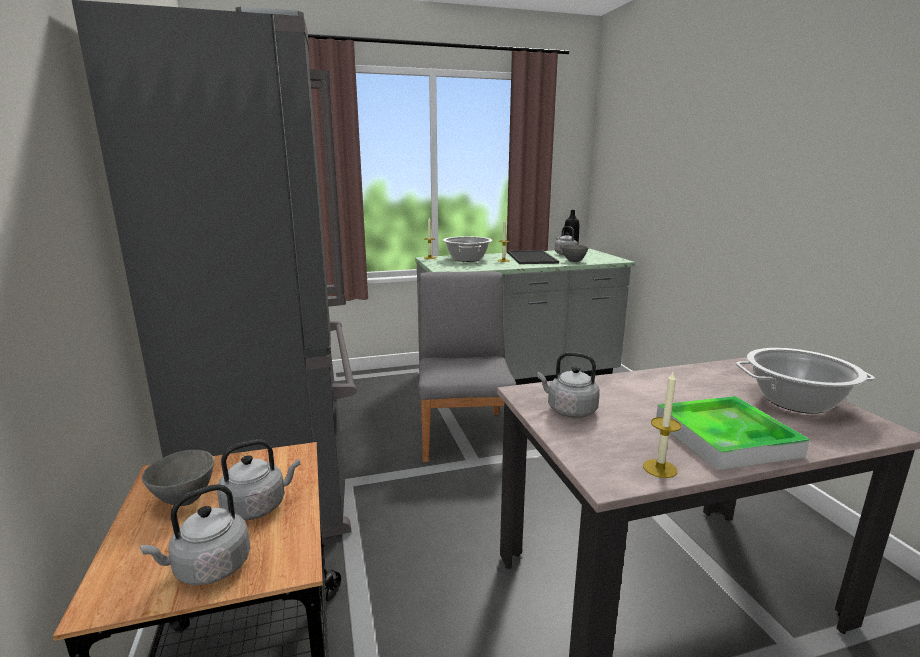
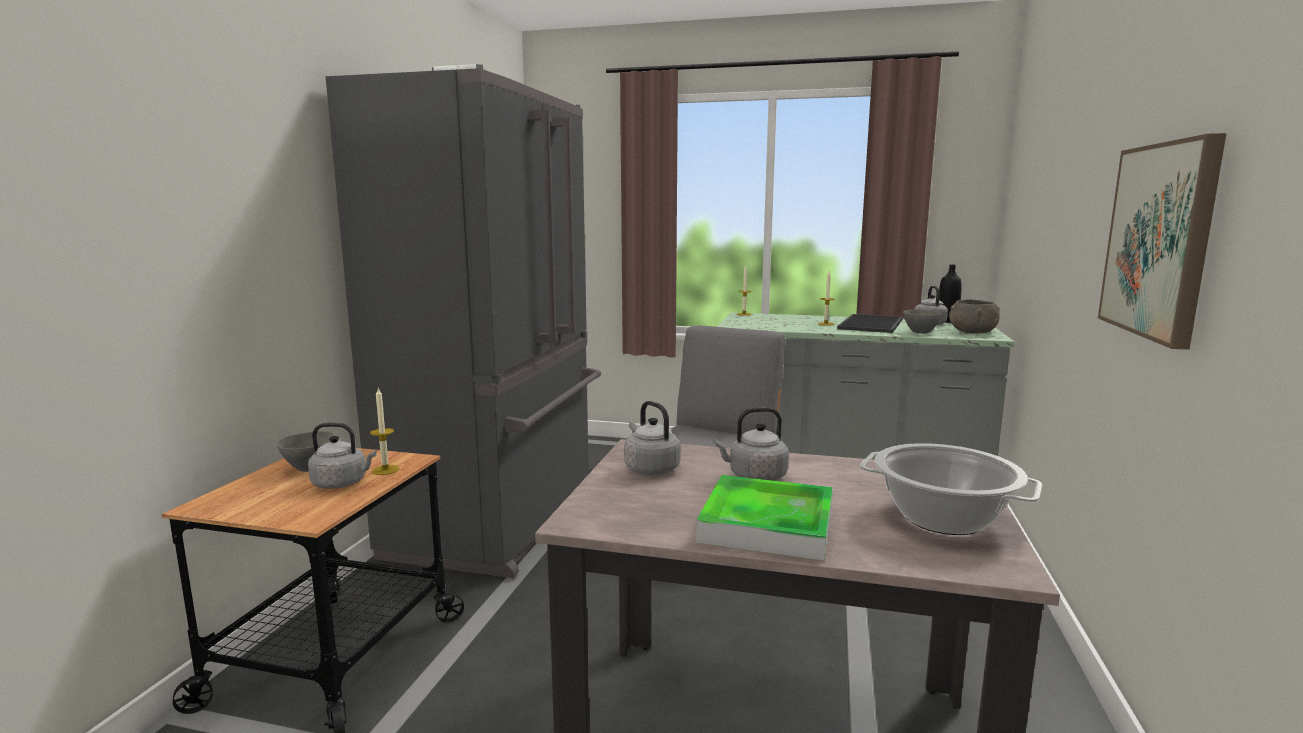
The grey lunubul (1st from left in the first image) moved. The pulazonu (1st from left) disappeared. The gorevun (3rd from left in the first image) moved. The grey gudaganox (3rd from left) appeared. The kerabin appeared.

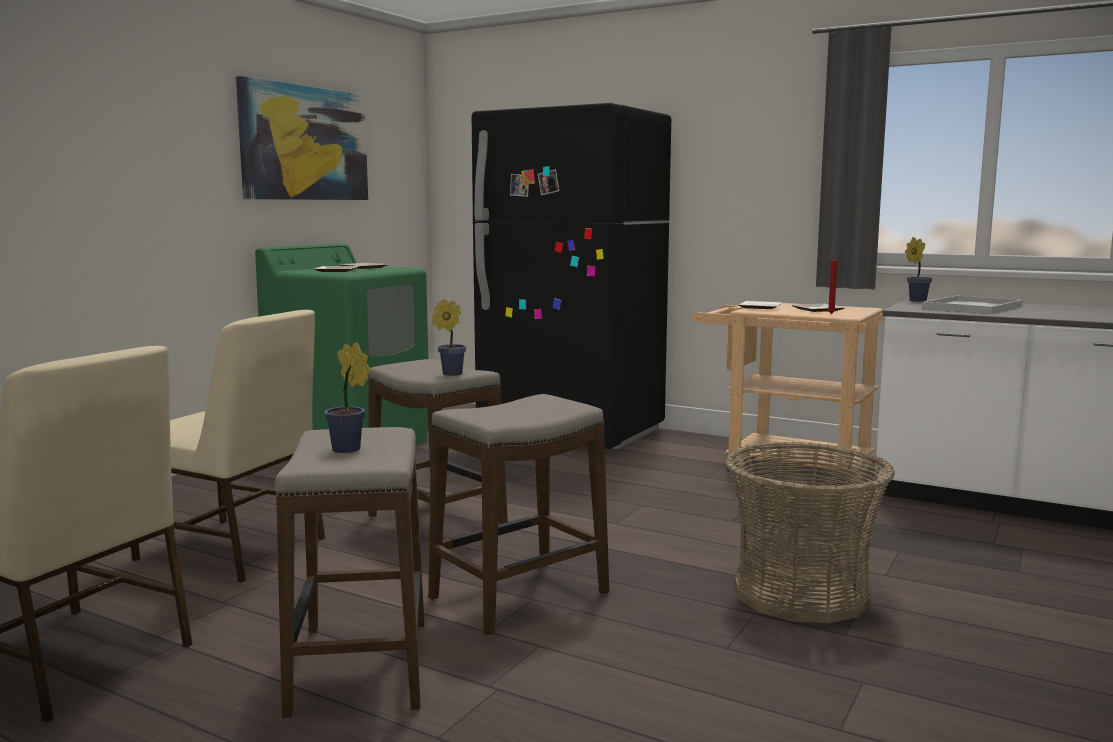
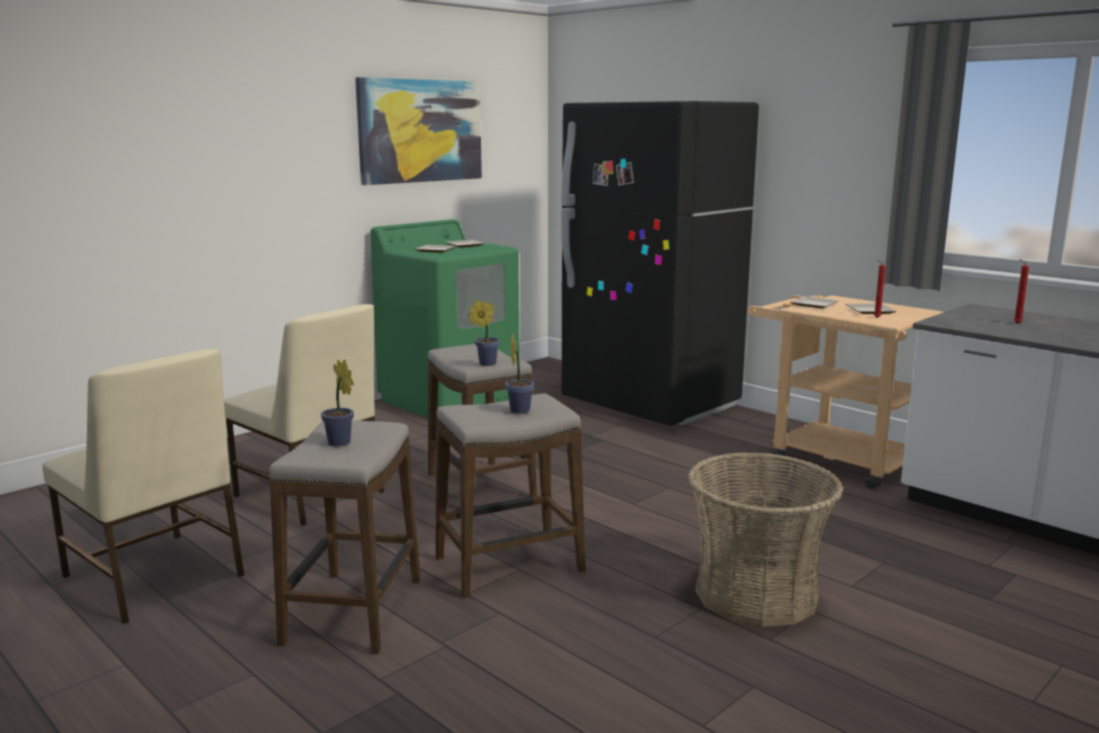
The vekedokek (3rd from left) moved. The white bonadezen was replaced by the red gorevun (2nd from left).

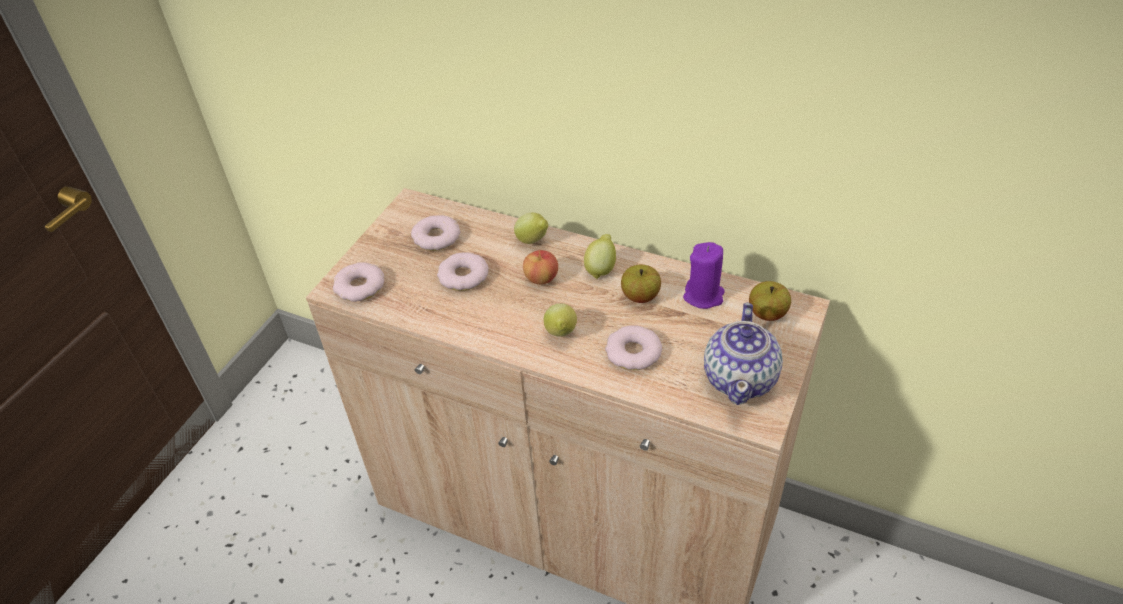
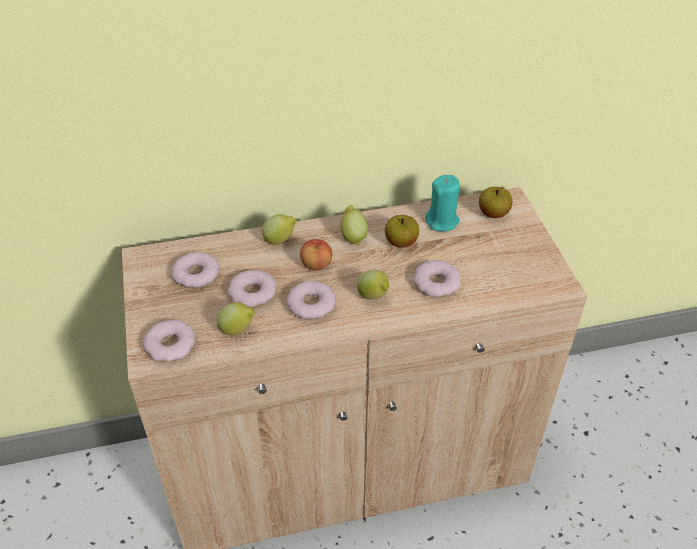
The purple gorevun became the turquoise gorevun. The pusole disappeared. The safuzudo (1st from left) appeared. The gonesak (4th from left) appeared.

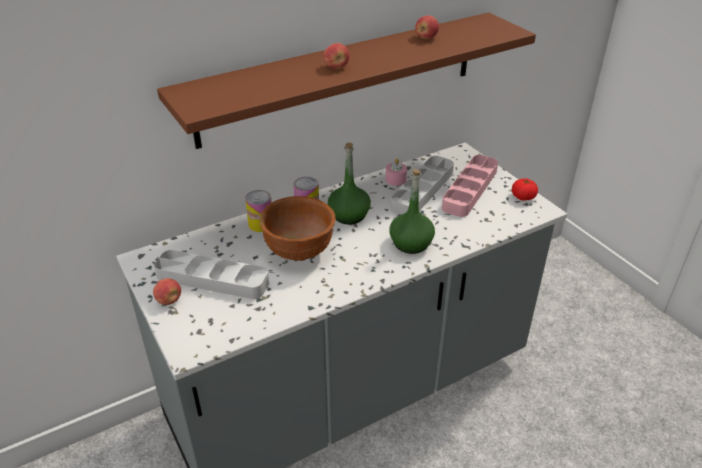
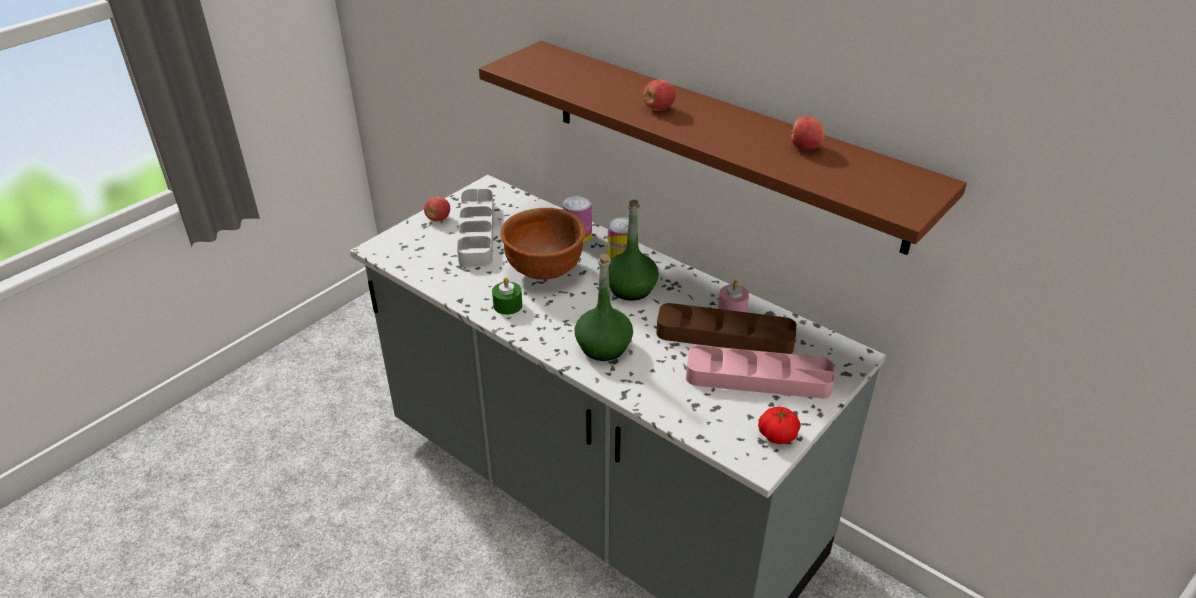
The grey bonadezen (2nd from left) became the brown bonadezen. The green gorevun appeared.

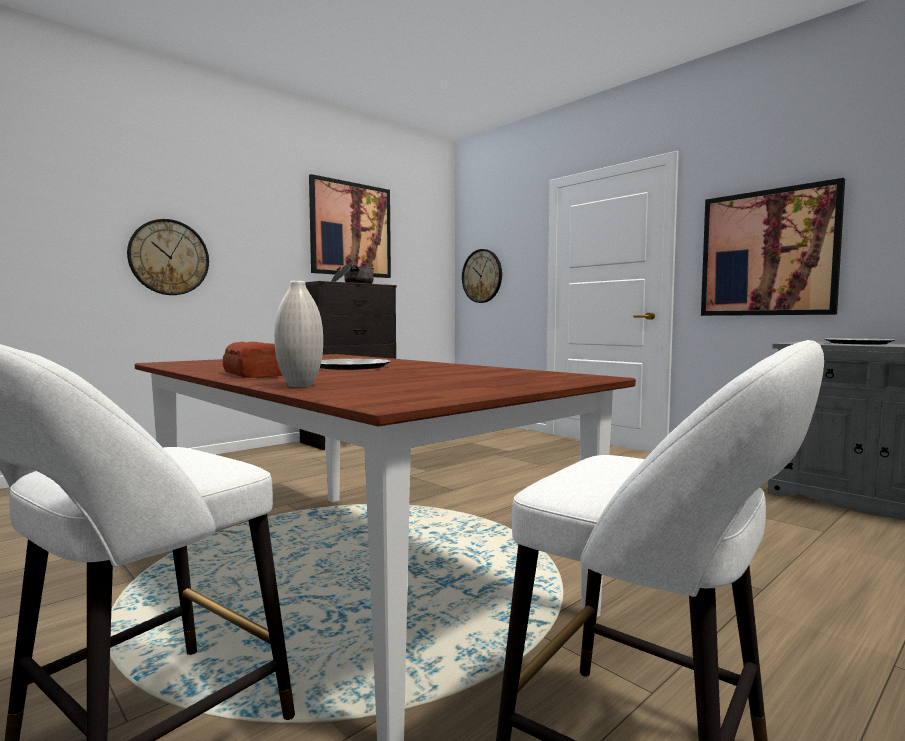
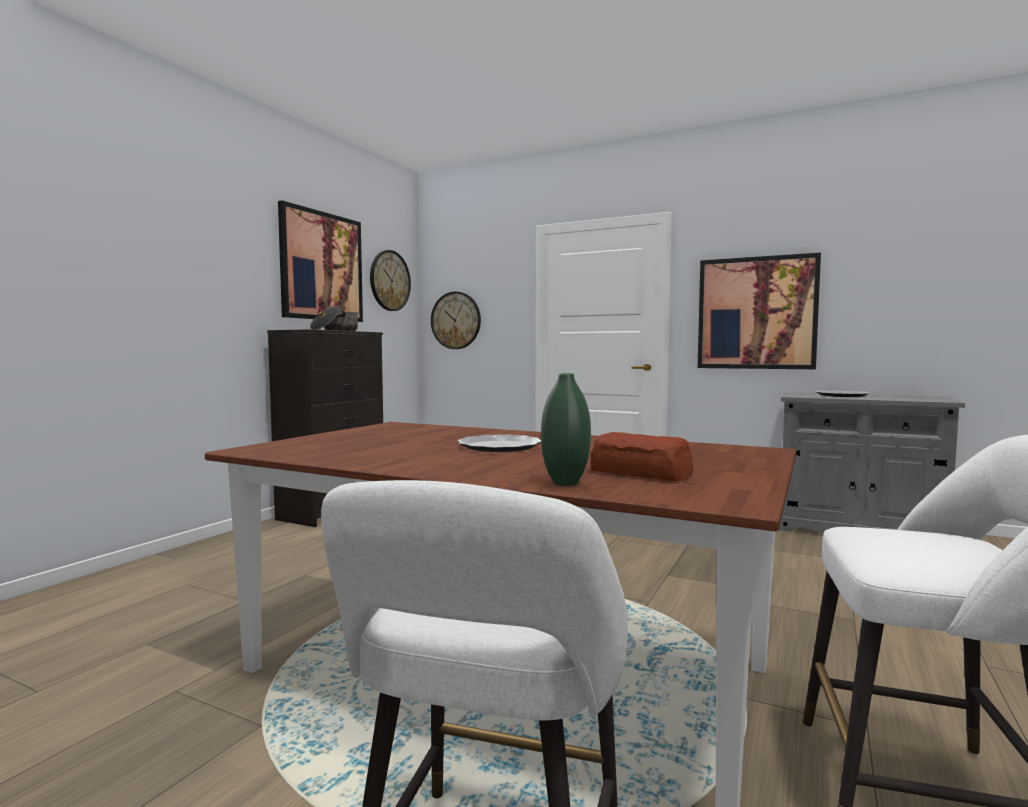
The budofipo (1st from left) moved. The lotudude moved. The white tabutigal became the green tabutigal.

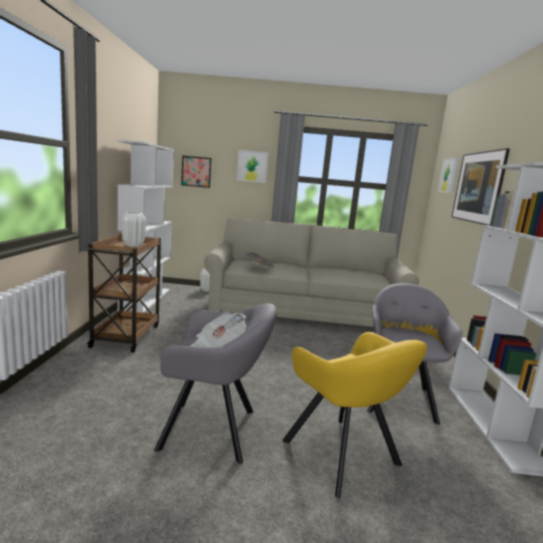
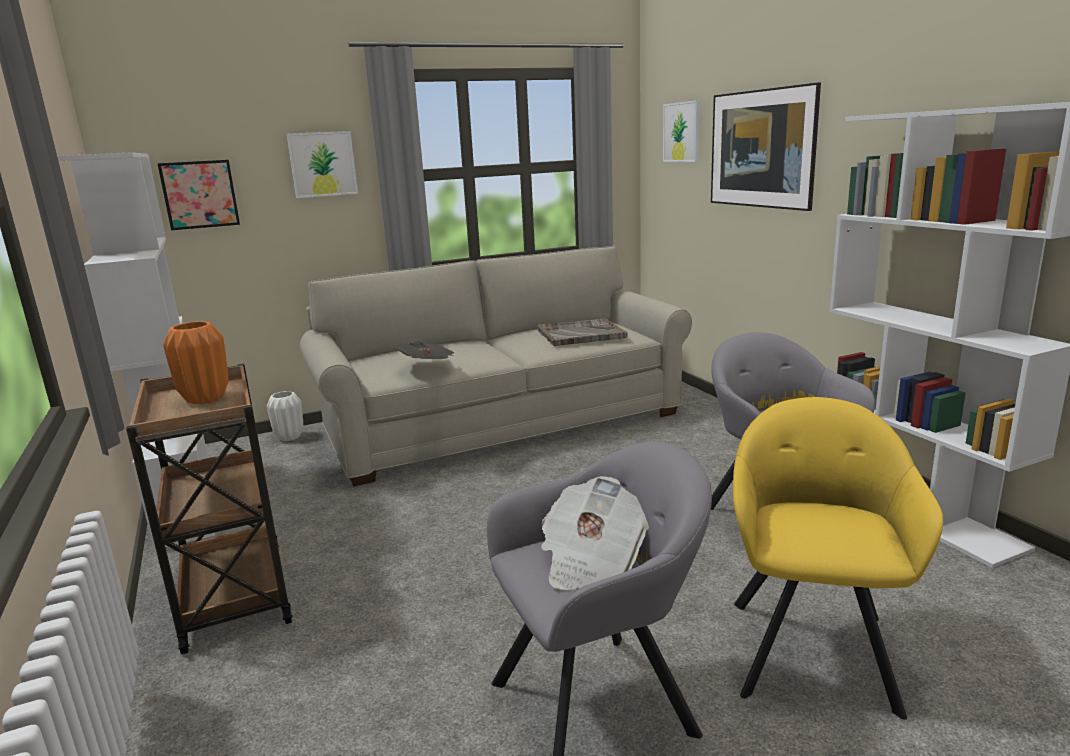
The white tabutigal (1st from left) became the orange tabutigal. The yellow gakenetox turned 105 degrees counterclockwise. The grey bonadezen appeared.

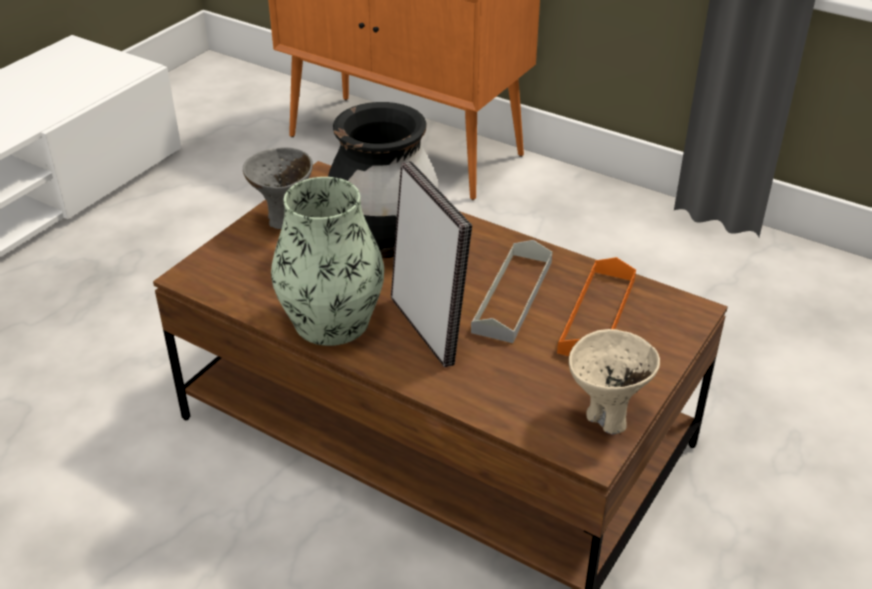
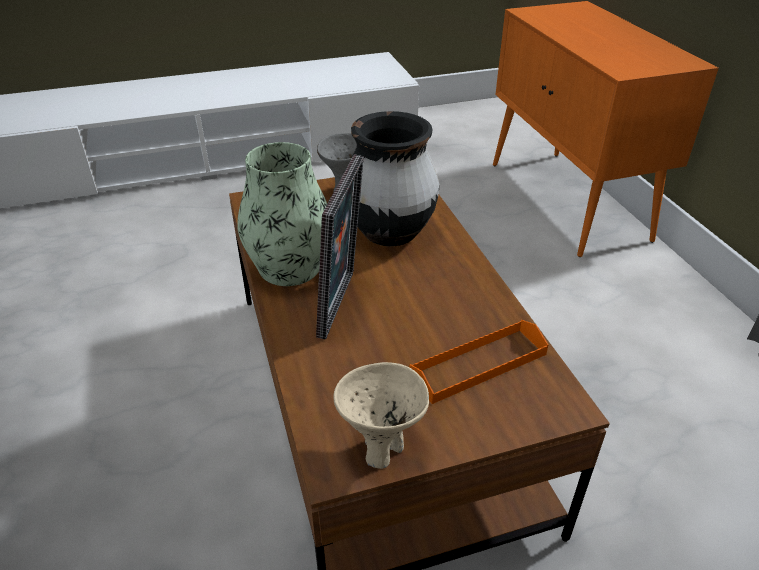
The grey bonadezen disappeared.

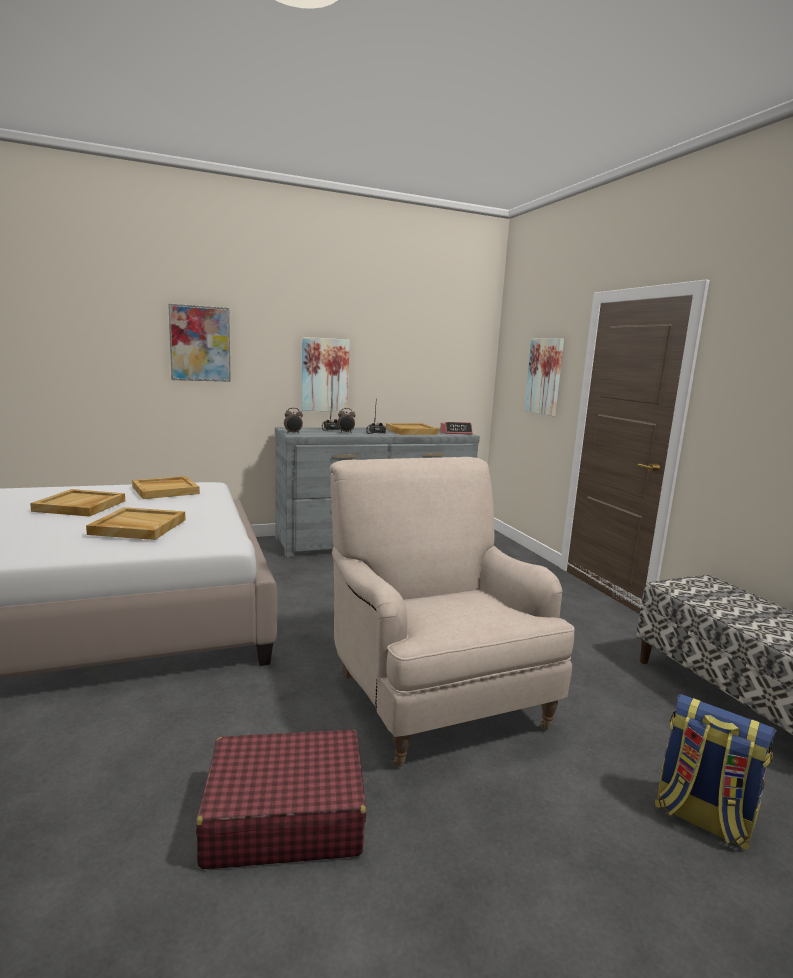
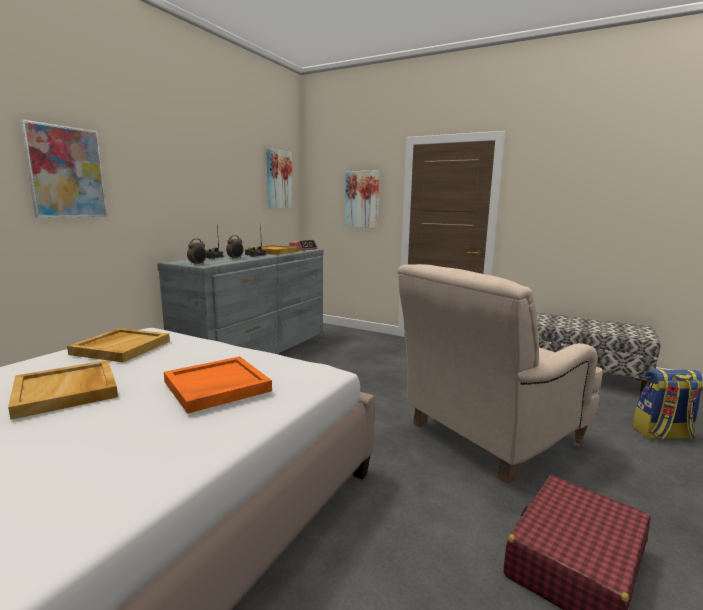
The beige bonadezen (2nd from left) became the orange bonadezen. The kerabin (2nd from left) moved. The beige gakenetox turned 60 degrees counterclockwise.

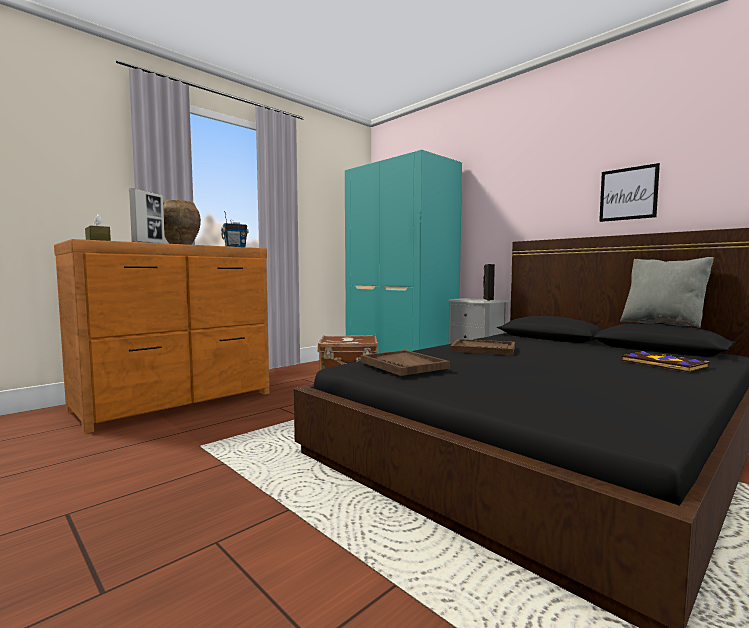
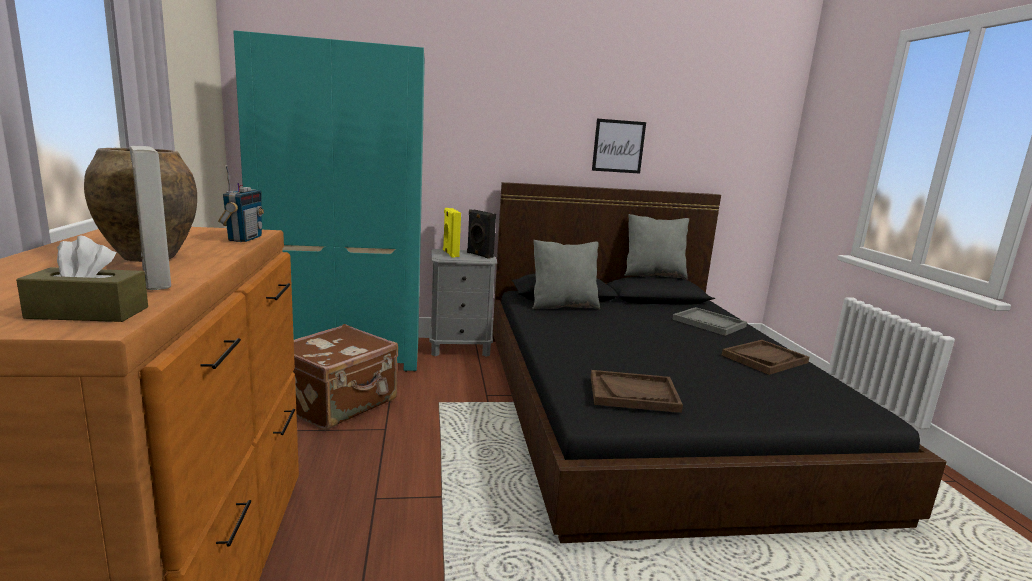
The brown bonadezen (2nd from left) moved. The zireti was replaced by the grey bonadezen. The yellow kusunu appeared. The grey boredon (1st from left) appeared.

